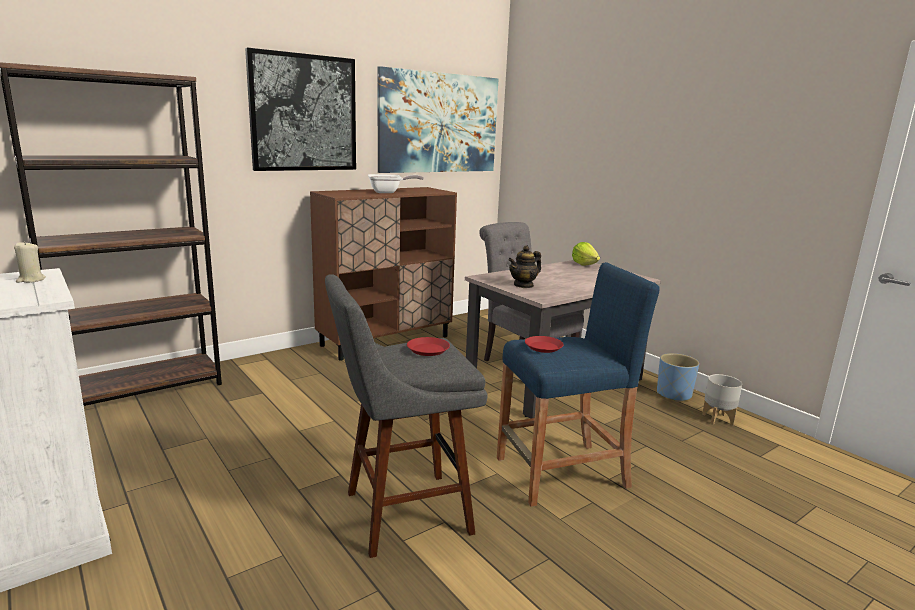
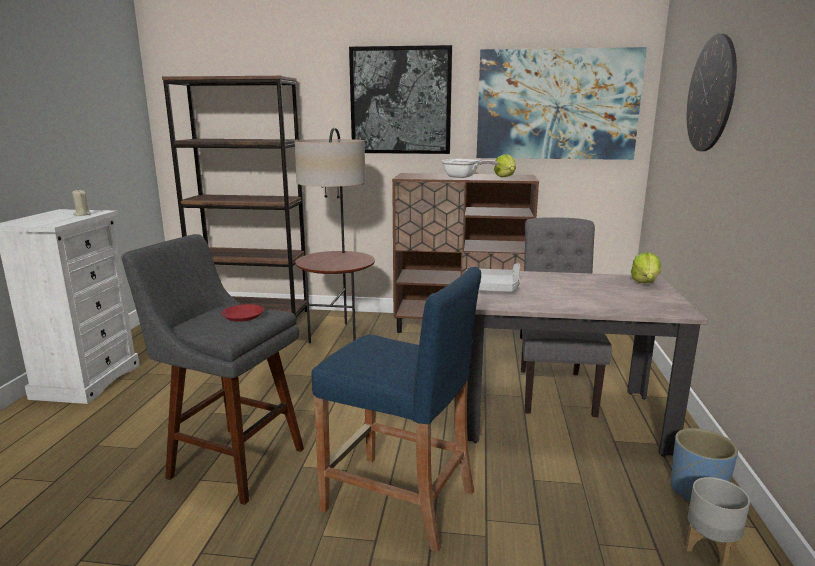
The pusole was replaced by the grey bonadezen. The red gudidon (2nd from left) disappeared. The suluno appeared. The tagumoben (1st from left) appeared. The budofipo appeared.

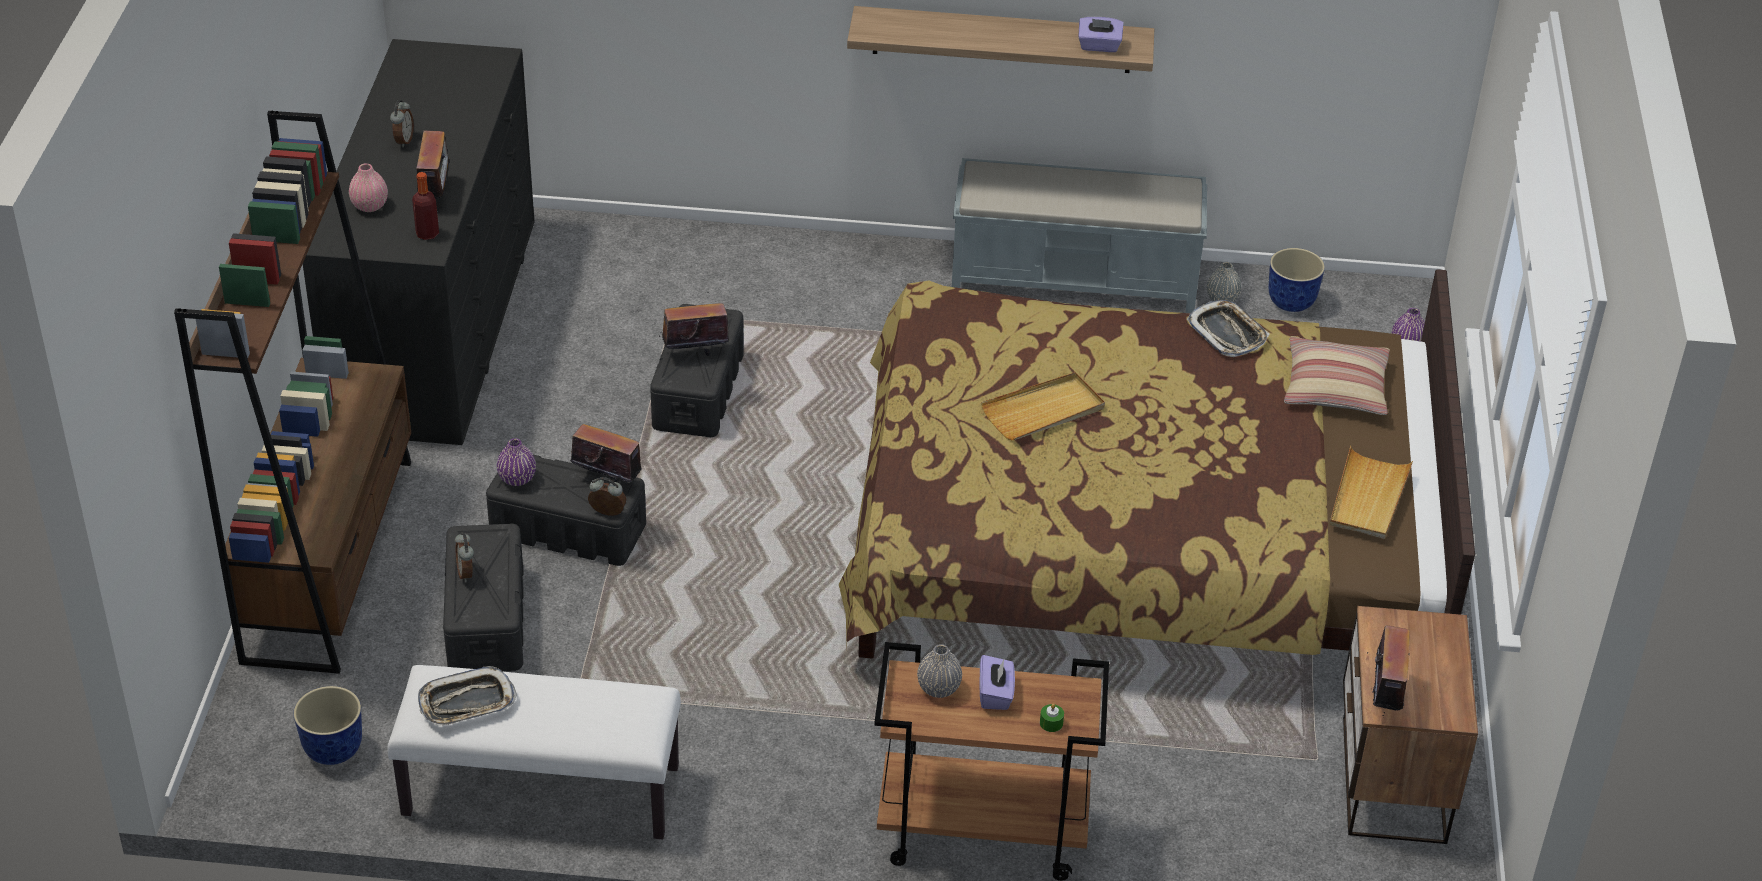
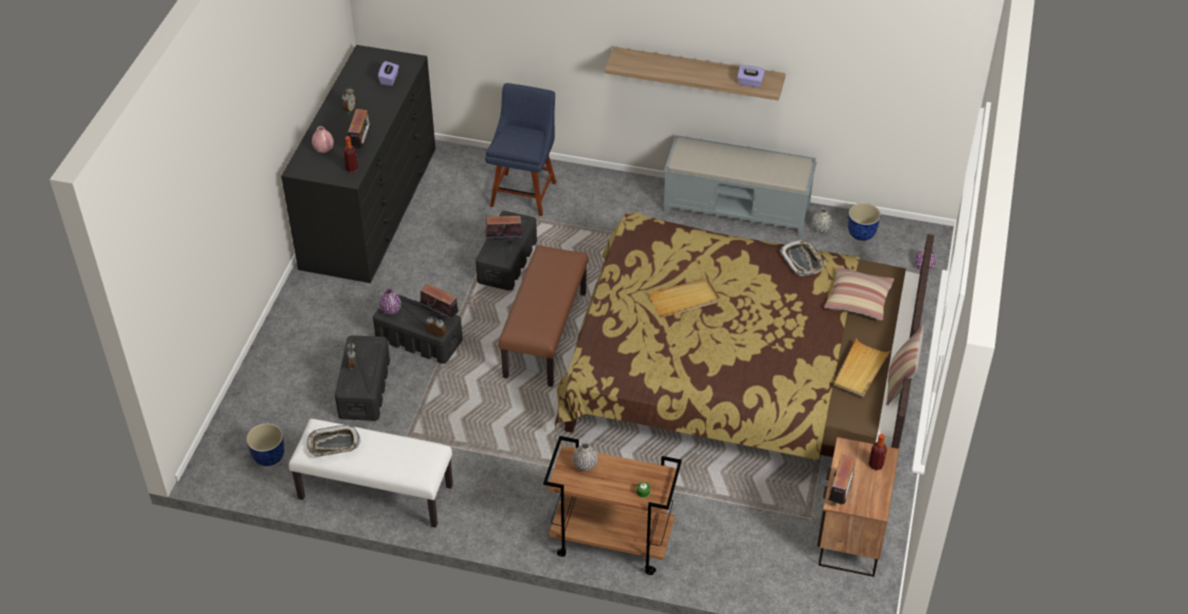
The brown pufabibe disappeared. The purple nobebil (1st from left) moved. The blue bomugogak appeared. The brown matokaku appeared. The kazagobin (2nd from left) appeared. The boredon (2nd from left) appeared.

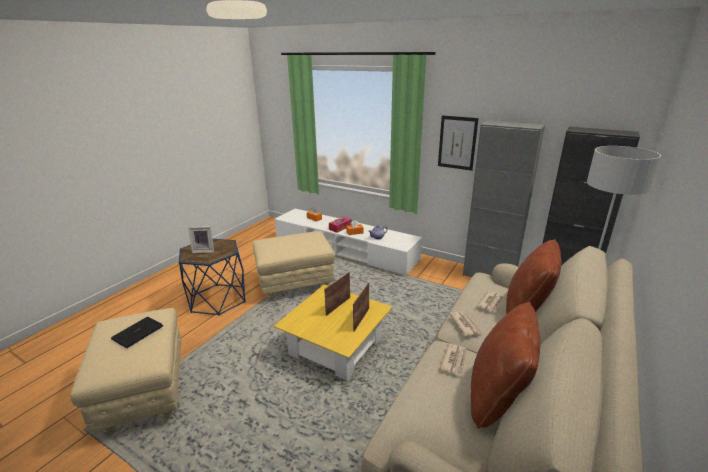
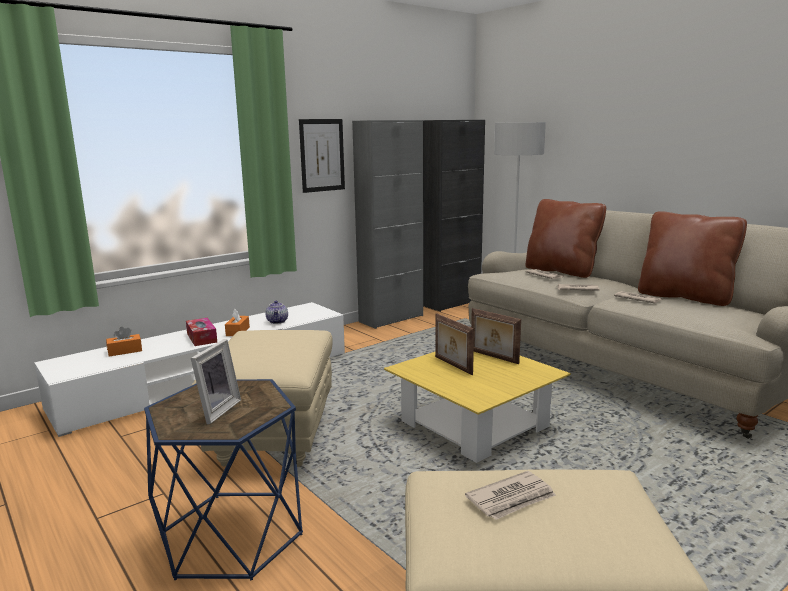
The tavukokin was replaced by the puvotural (1st from left).

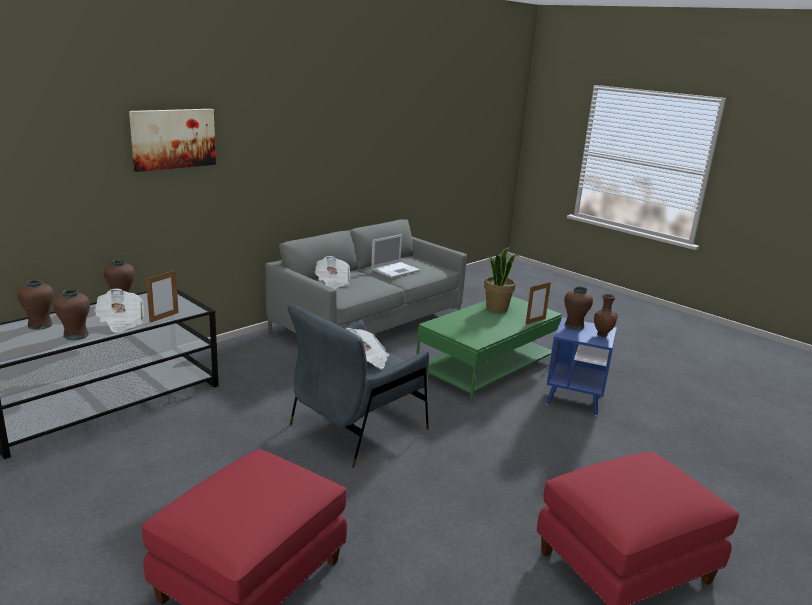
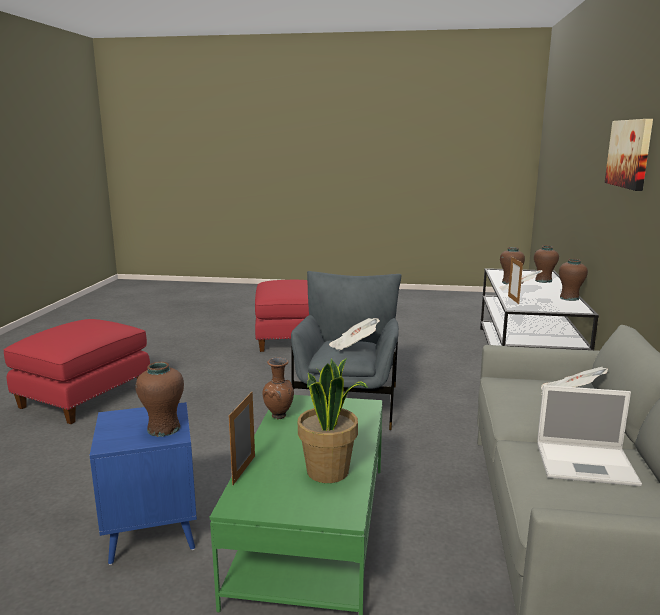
The tavukokin turned 90 degrees counterclockwise. The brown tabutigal (5th from left in the first image) moved.

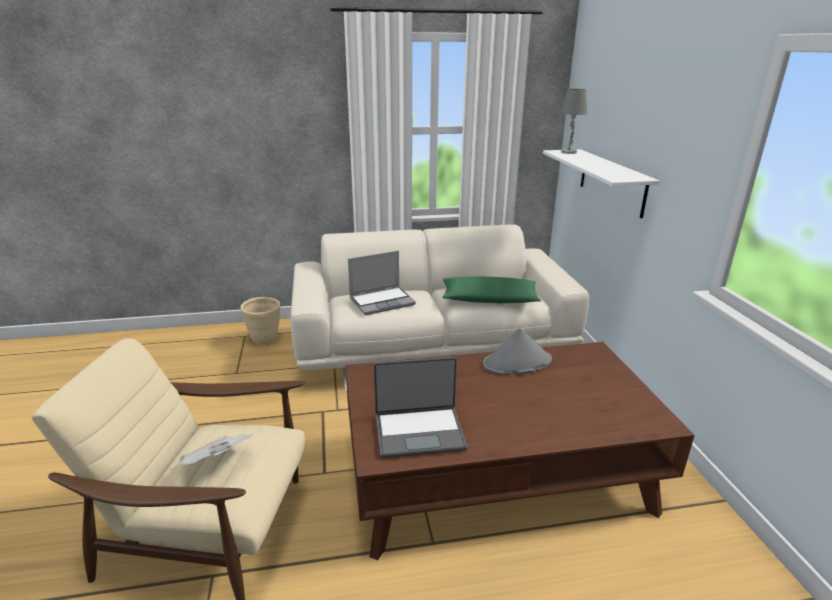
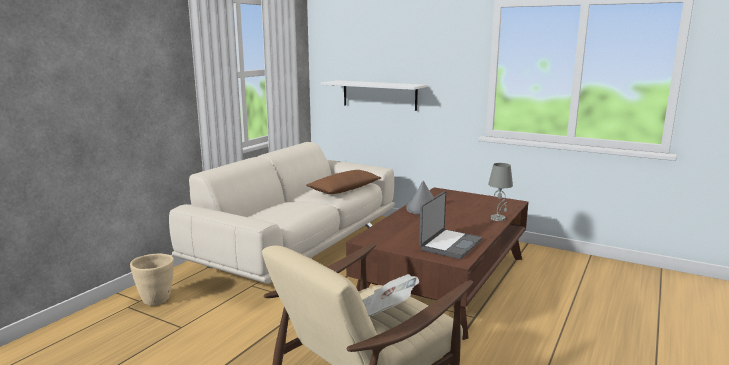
The tavukokin (1st from left) disappeared. The green boredon became the brown boredon. The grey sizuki moved.

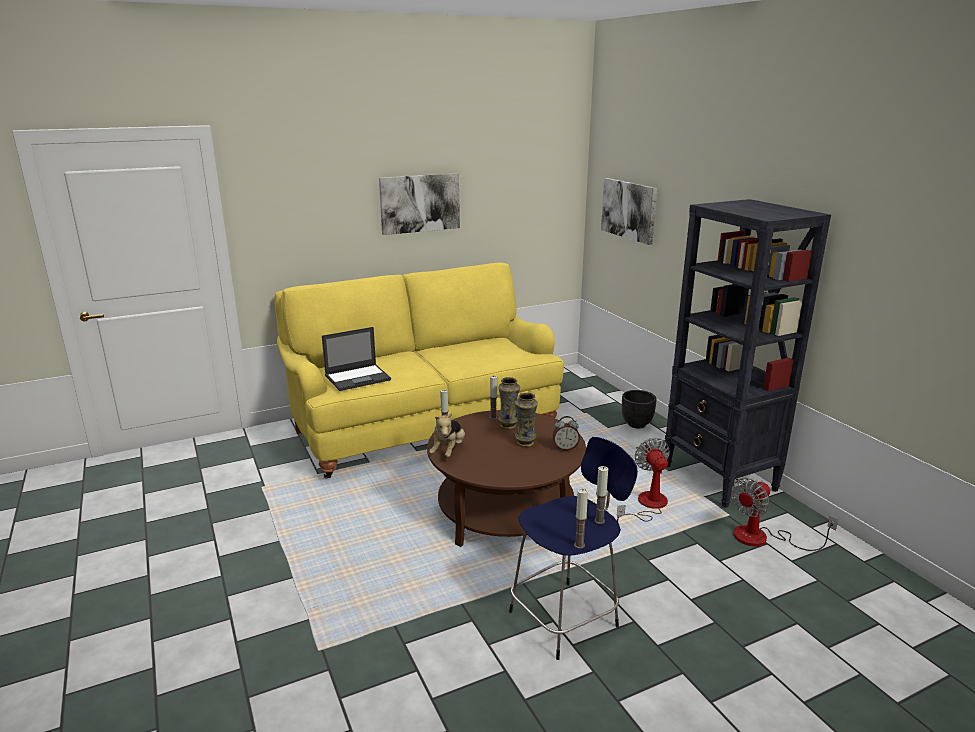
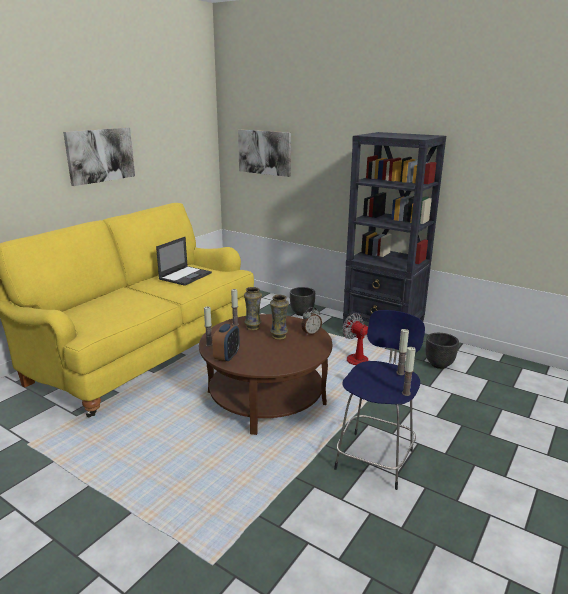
The tavukokin moved. The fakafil was replaced by the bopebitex (1st from left). The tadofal (2nd from left) was replaced by the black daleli (2nd from left).

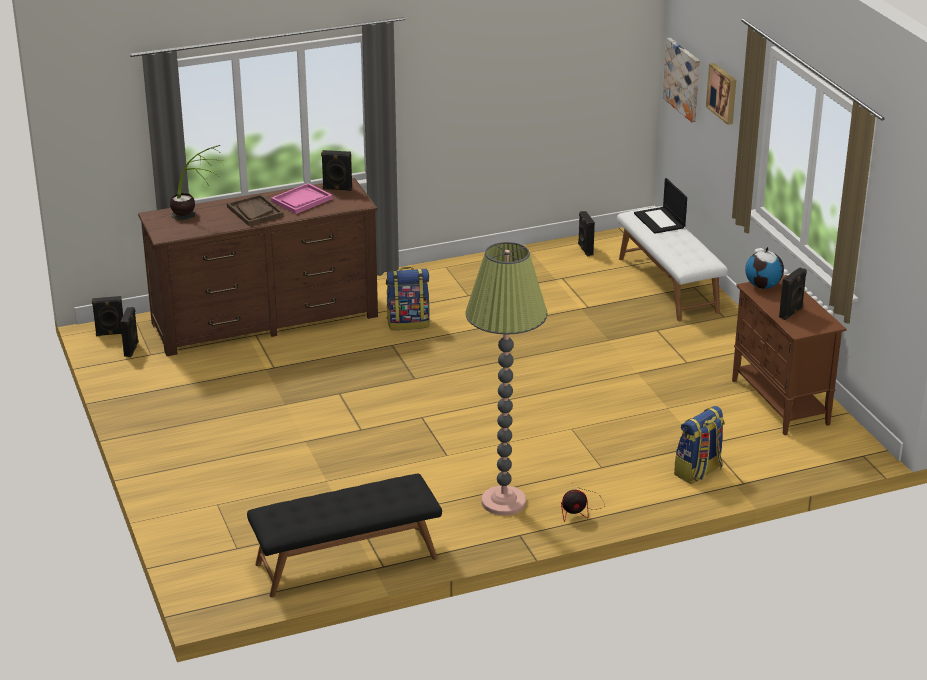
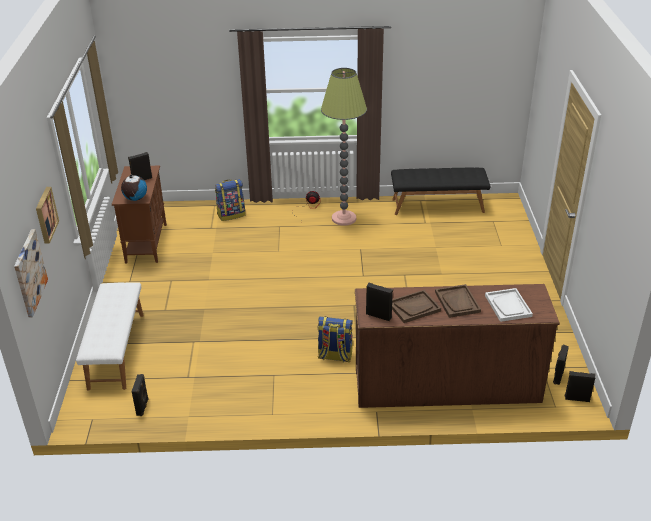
The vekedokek was replaced by the white bonadezen. The pink bonadezen became the brown bonadezen (1st from left). The tavukokin disappeared.

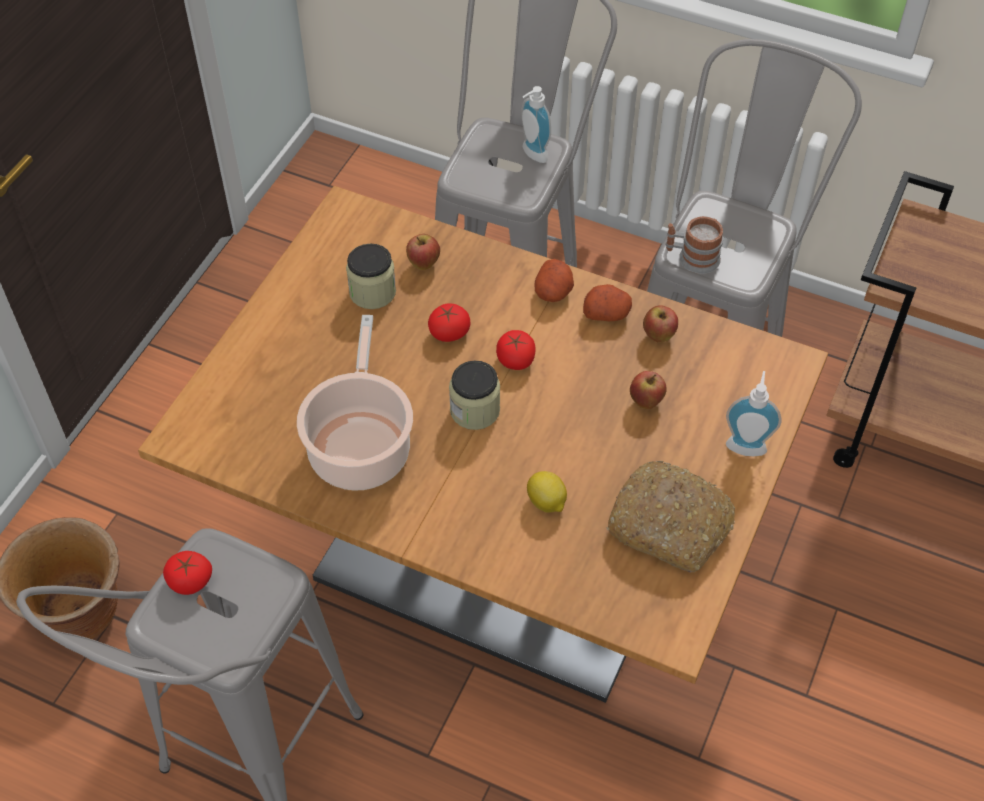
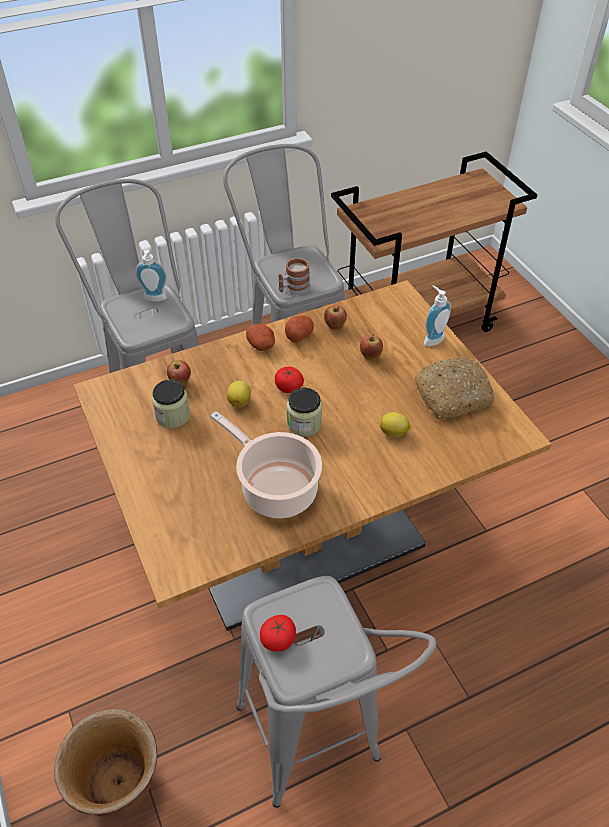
The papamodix (2nd from left) was replaced by the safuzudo (1st from left).

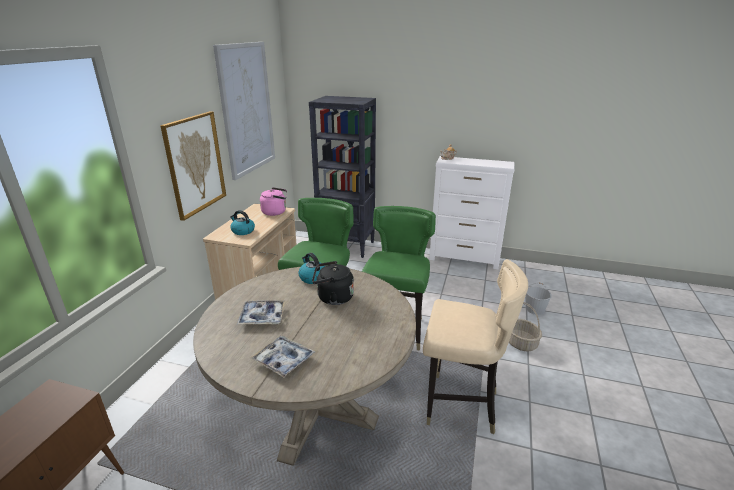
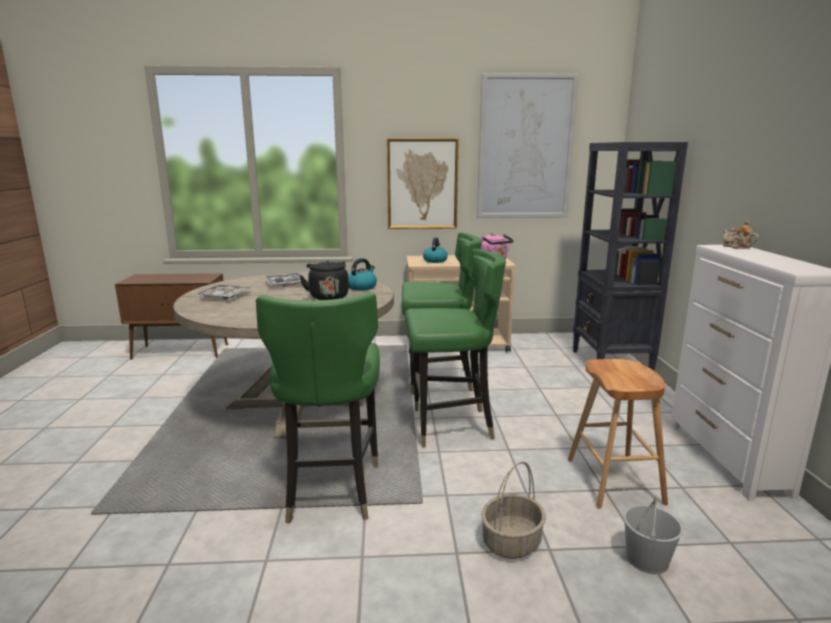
The beige bomugogak became the green bomugogak (1st from left). The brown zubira appeared.

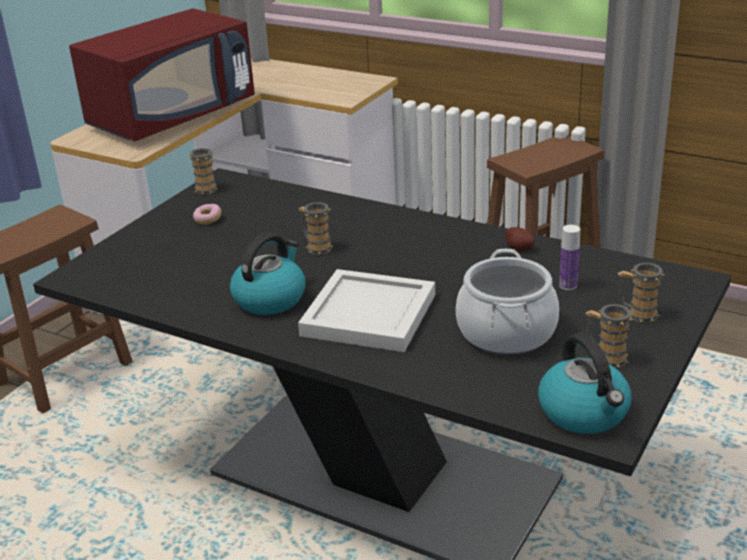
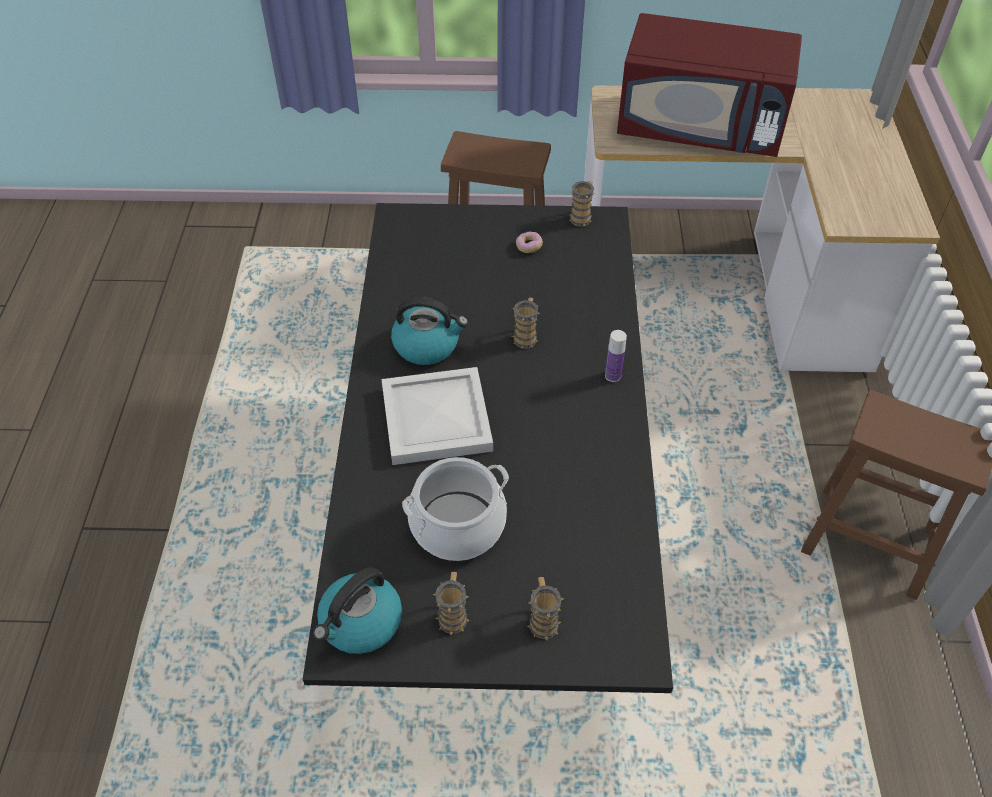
The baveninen disappeared. The kazagobin moved.

